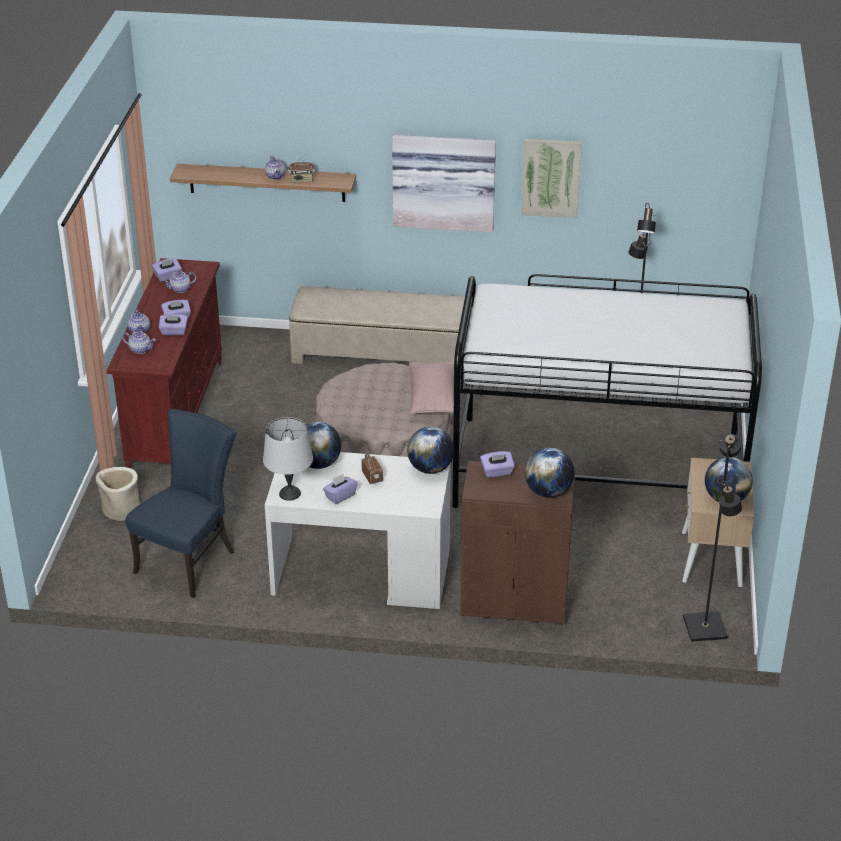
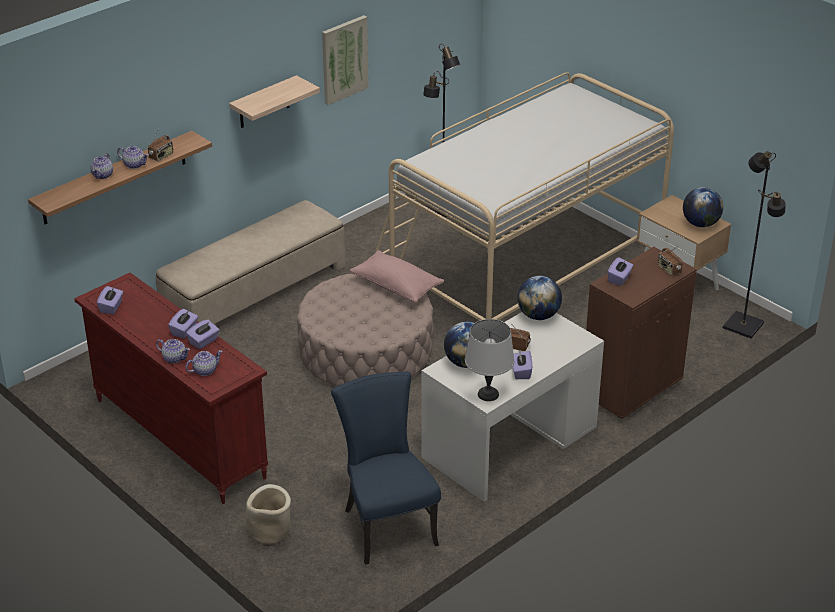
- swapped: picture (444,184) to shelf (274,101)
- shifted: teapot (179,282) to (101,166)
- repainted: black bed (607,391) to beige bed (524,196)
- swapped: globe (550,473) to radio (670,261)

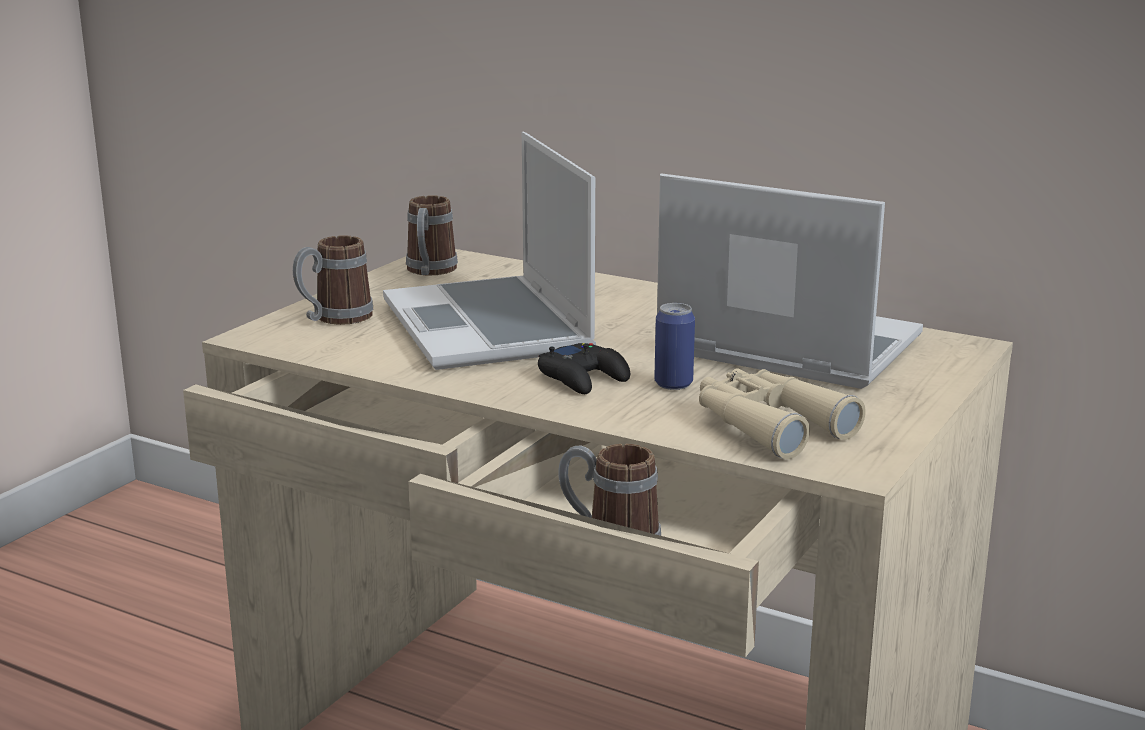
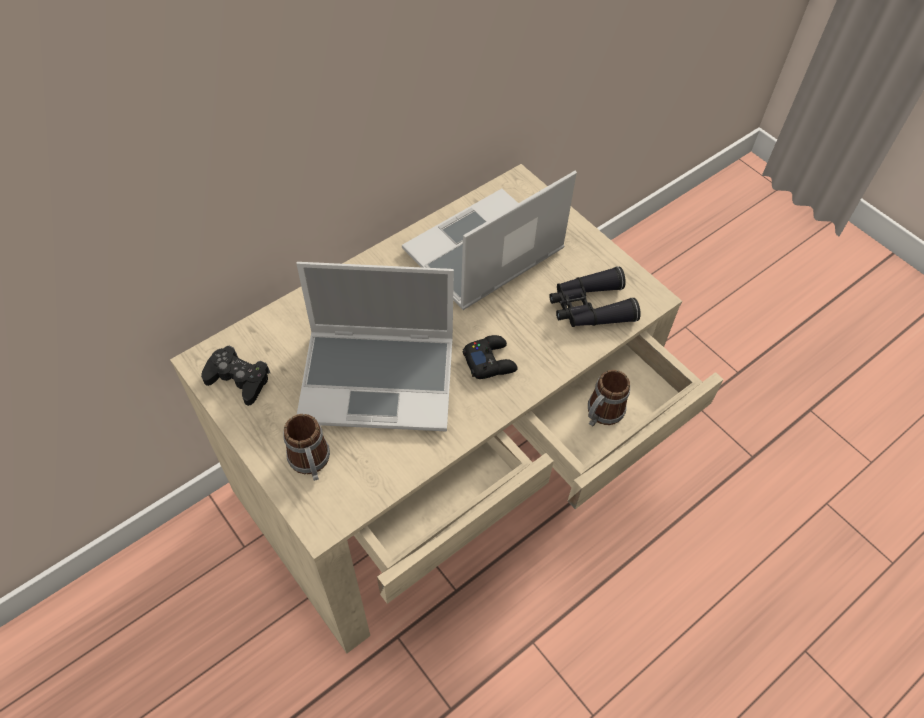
- swapped: mug (432,235) to black game controller (235,376)
- gone: can (674,346)
- repainted: beige binoculars (782,413) to black binoculars (595,297)

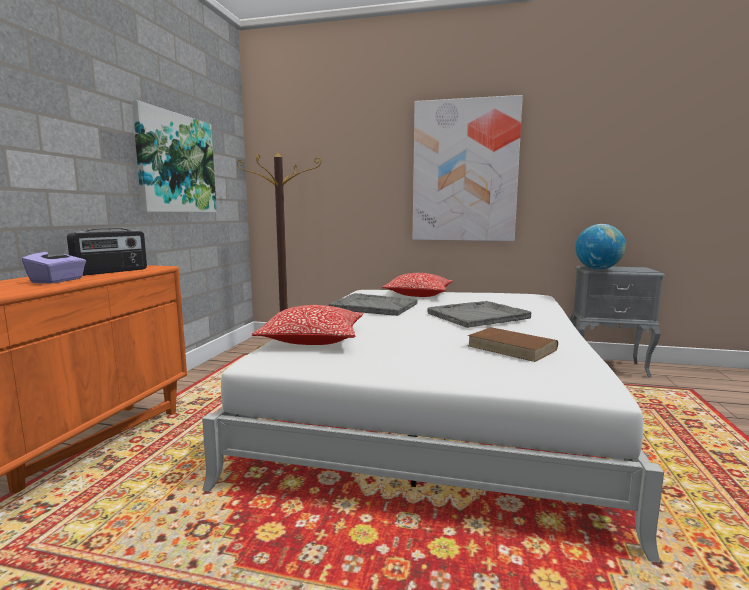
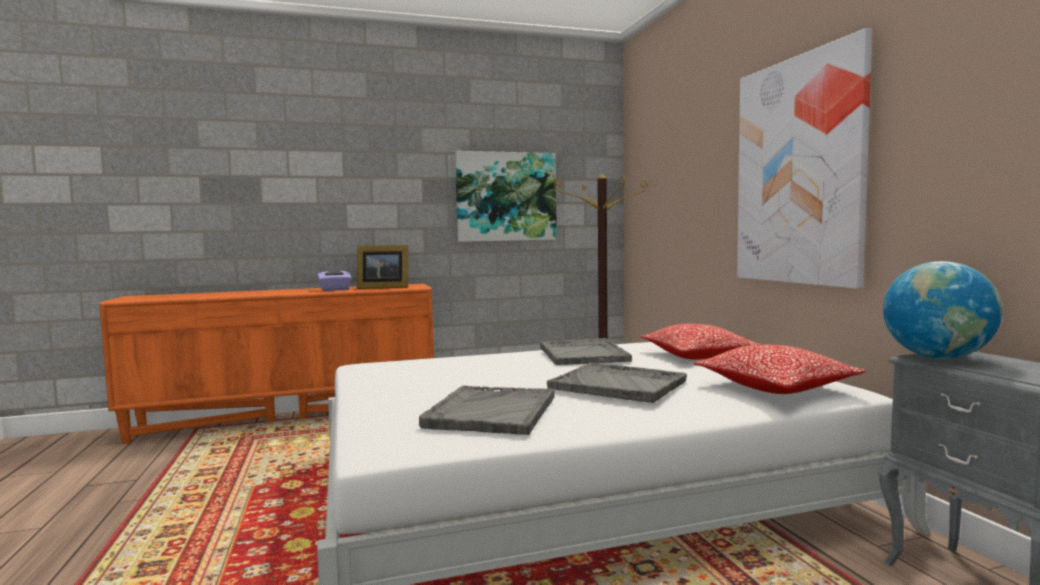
- swapped: radio (107,252) to picture frame (383,267)
- shifted: pillow (307,325) to (780,369)
- swapped: brown book (513,344) to grey tray (487,410)

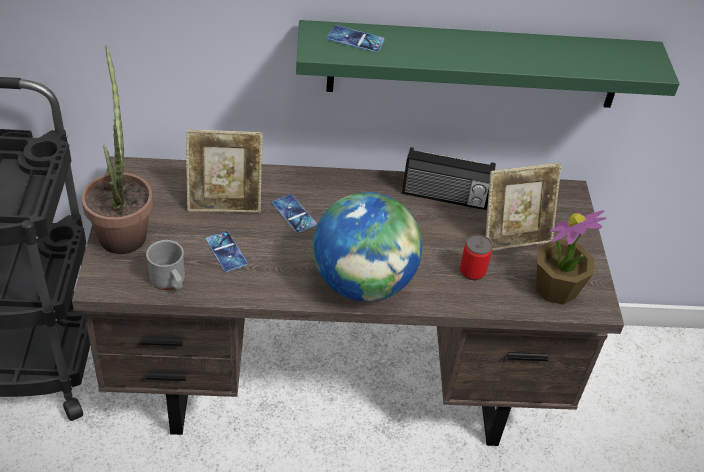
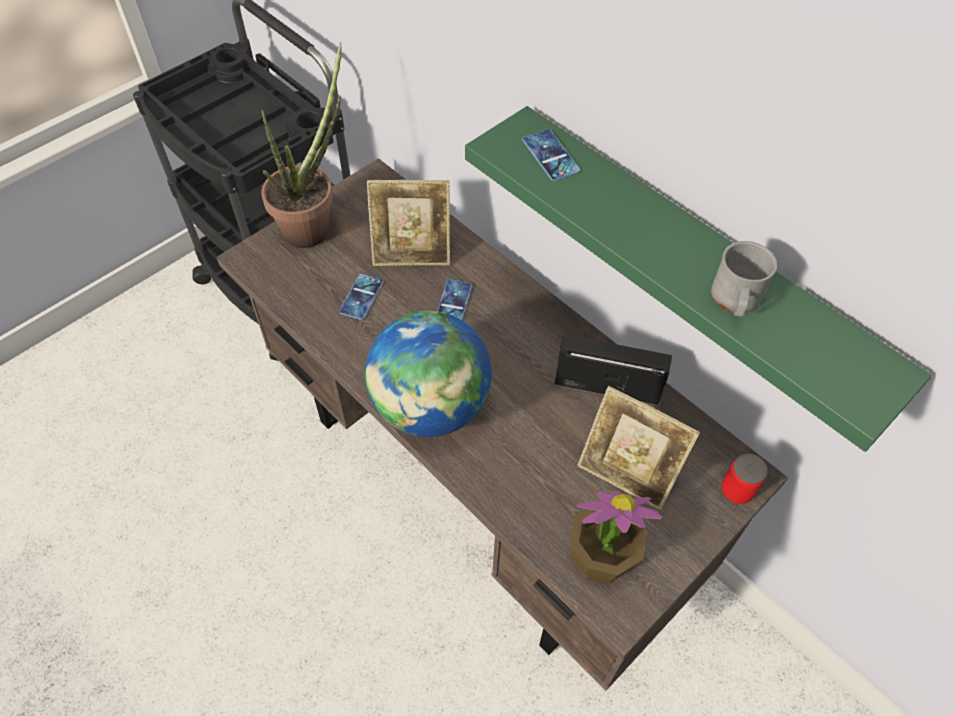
- rotated: picture frame (224,171) = (408,223) 45 degrees counterclockwise
- rotated: radio (449,178) = (613,369) 135 degrees clockwise
- shifted: can (476,257) to (744,479)
- shifted: grey mug (165,265) to (744,279)

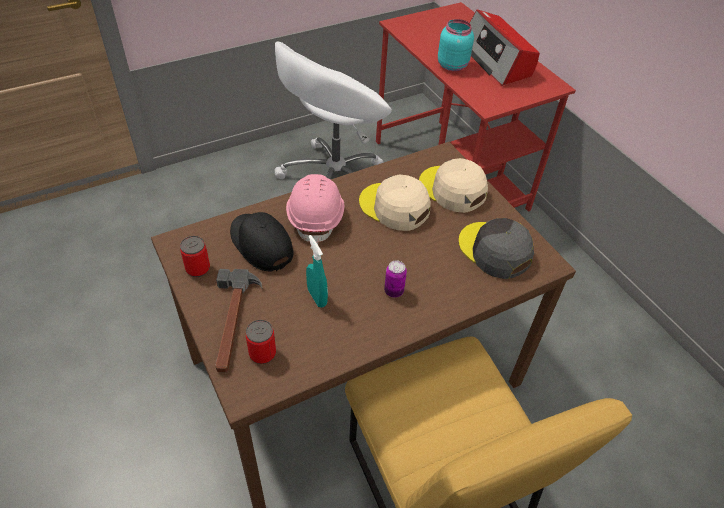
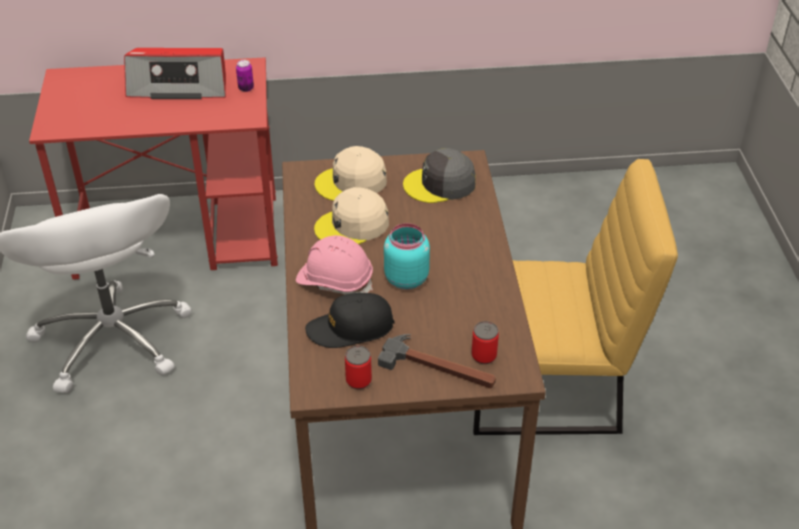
- shifted: turquoise jar (456,45) to (407,256)
- gone: turquoise spray bottle (317,271)
- shifted: can (395,279) to (245,76)

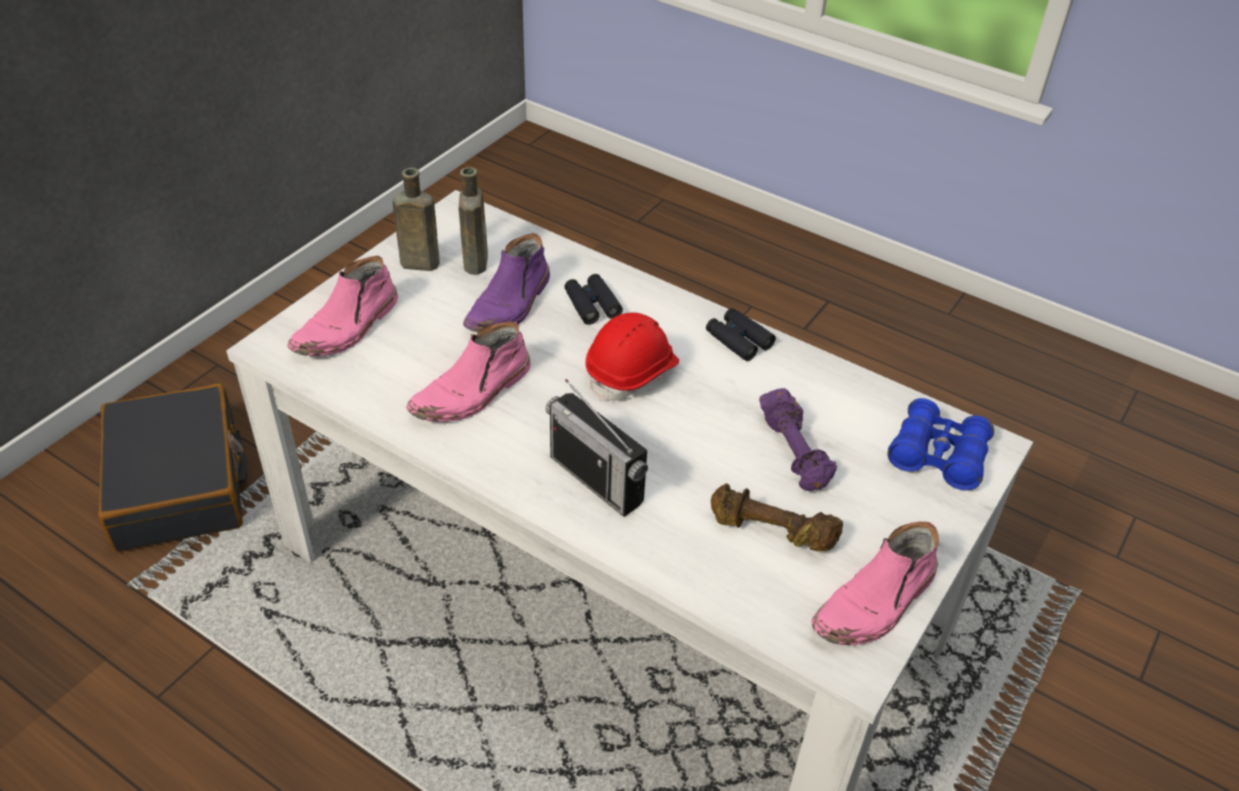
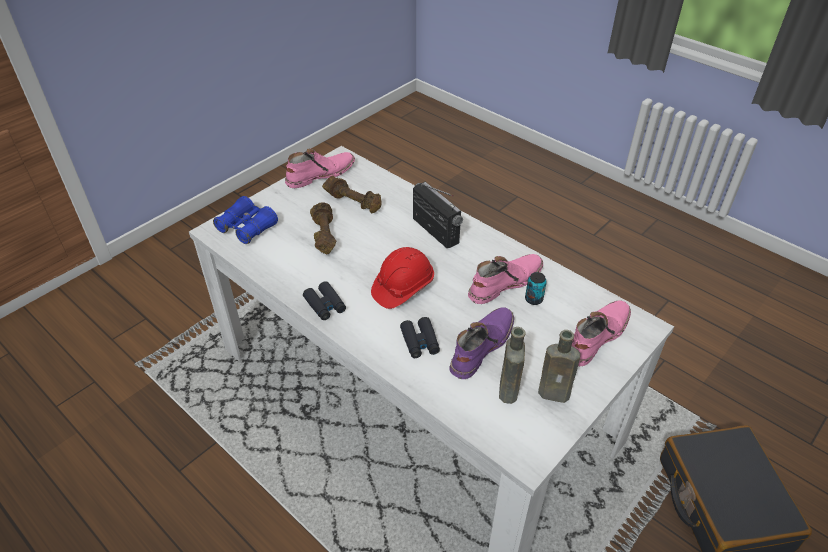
- repainted: purple dumbbell (798,440) to brown dumbbell (323,228)
- new: can (536,288)

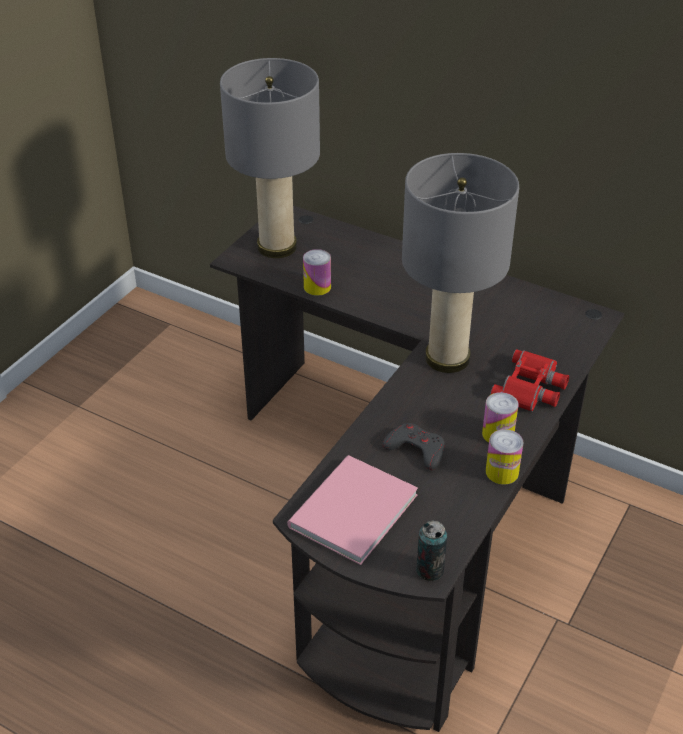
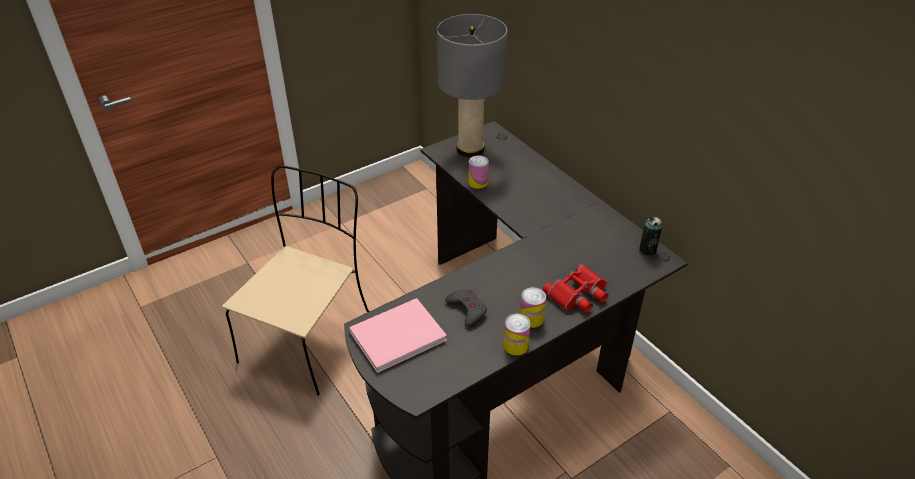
- gone: grey table lamp (460,263)
- shifted: can (431,551) to (650,236)
- new: beige chair (295,280)

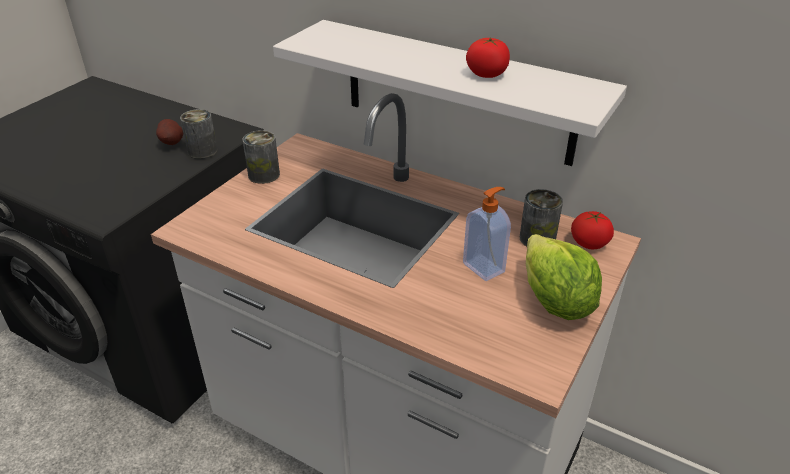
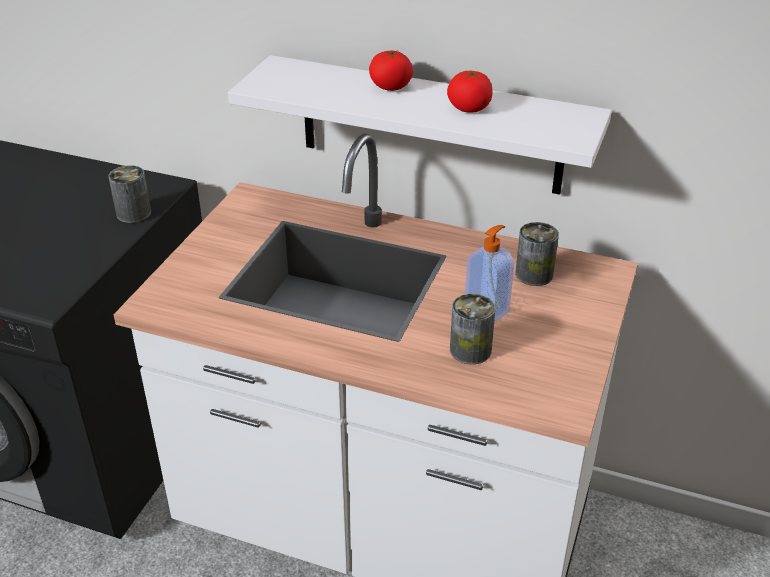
- gone: potato (169,132)
- shifted: can (261,157) to (472,329)
- shifted: tomato (592,230) to (391,70)
- gone: lettuce (564,277)

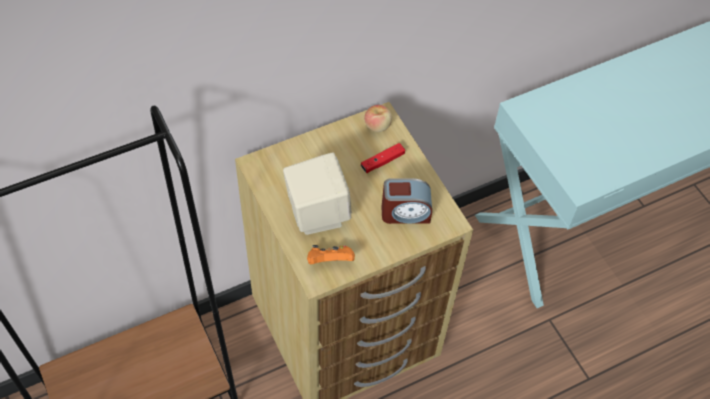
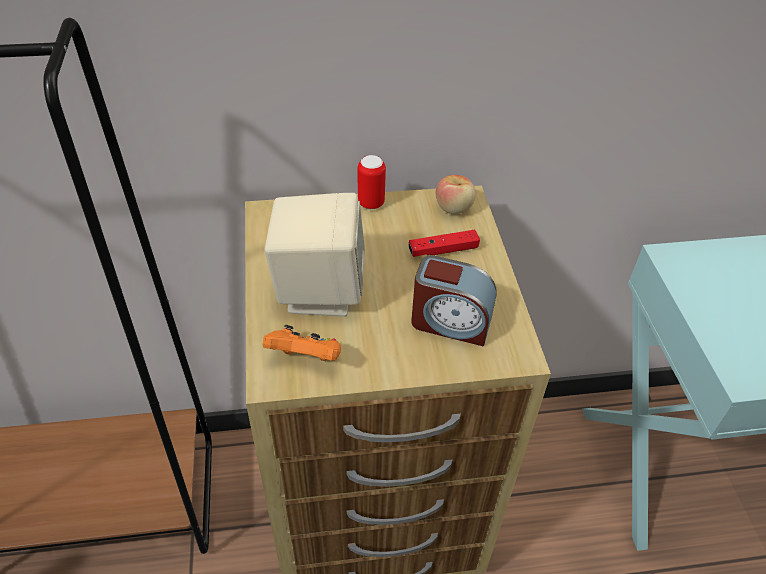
- new: can (372,182)

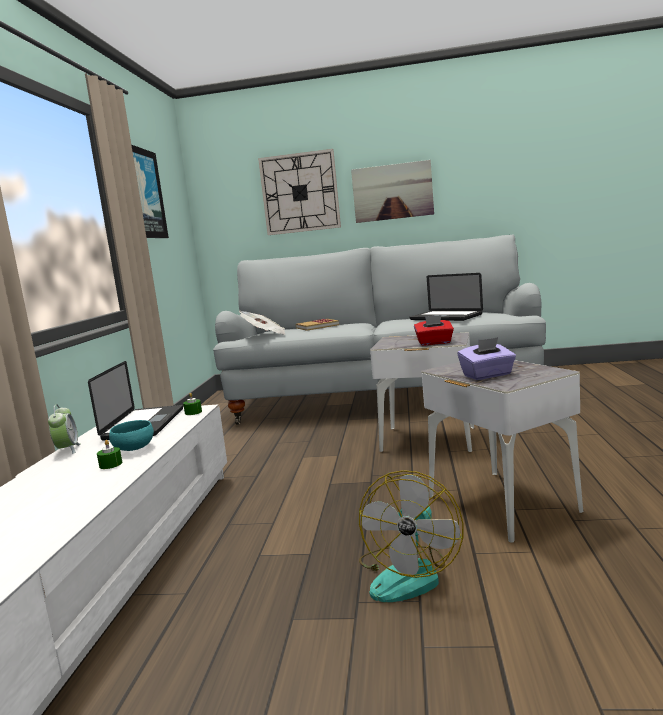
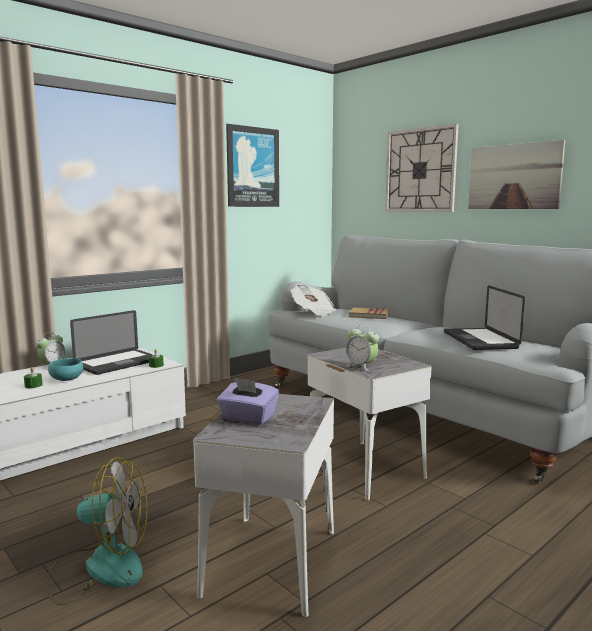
- swapped: red tissue box (434,330) to alarm clock (362,348)
- rotated: fan (411,536) = (96,531) 150 degrees counterclockwise

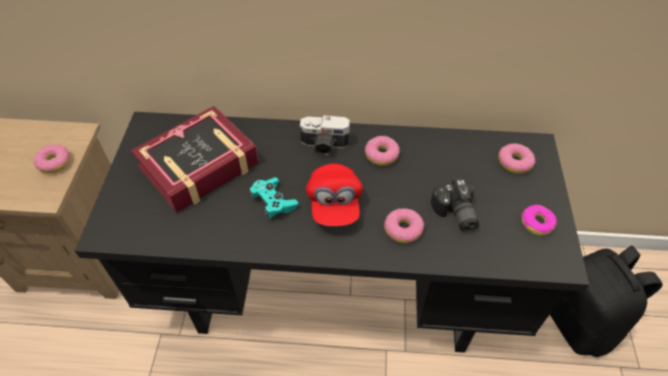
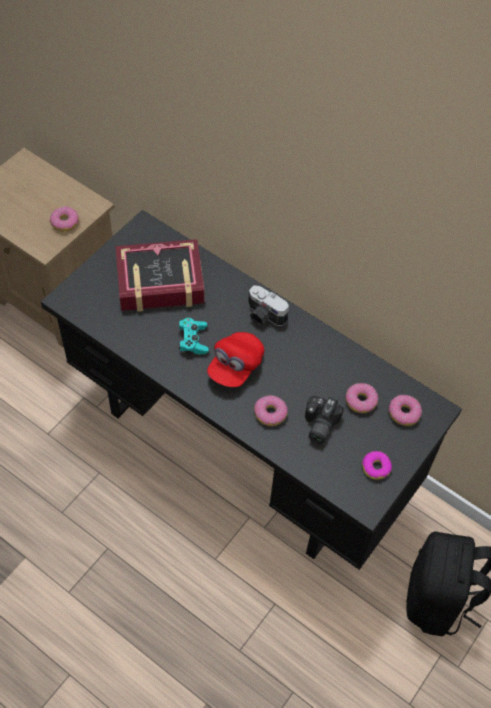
- shifted: donut (382,151) to (362,398)

